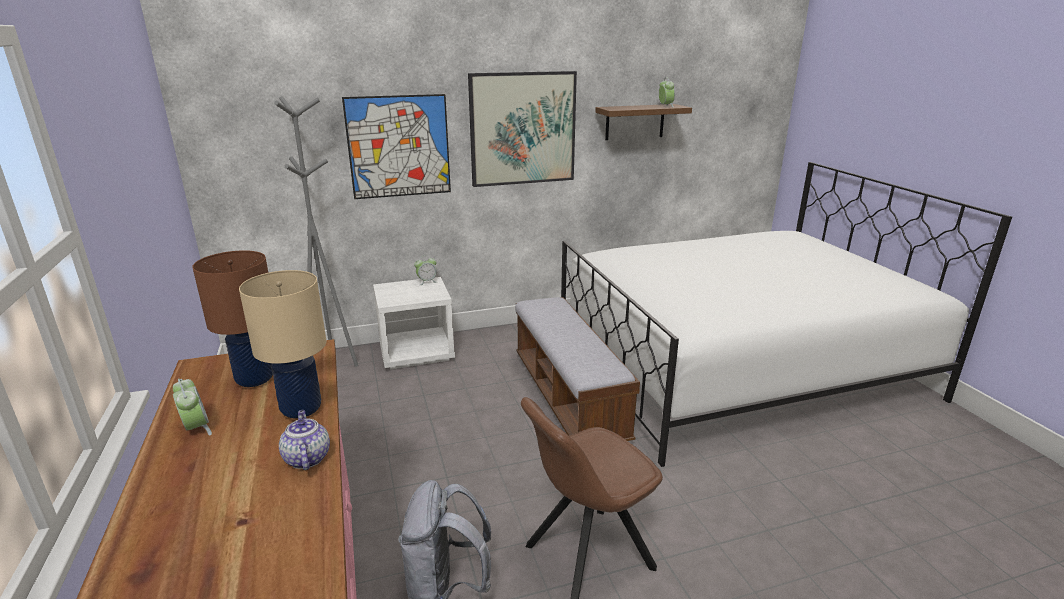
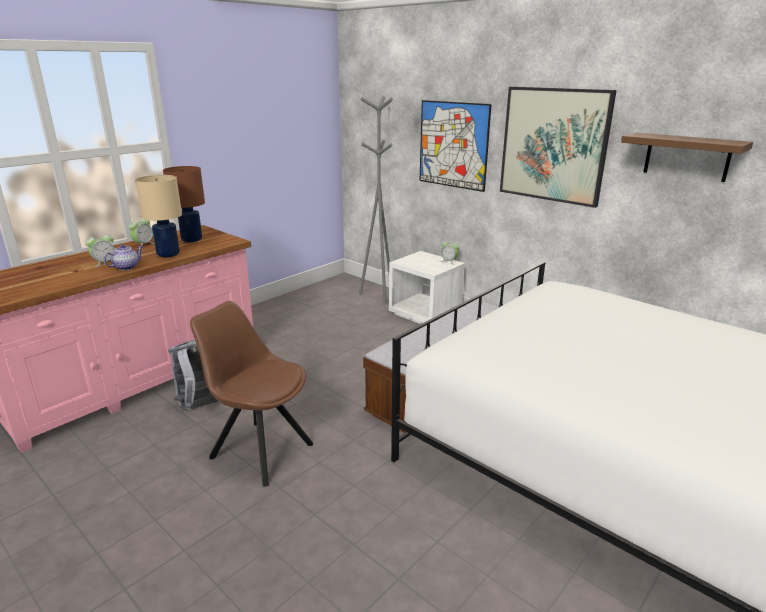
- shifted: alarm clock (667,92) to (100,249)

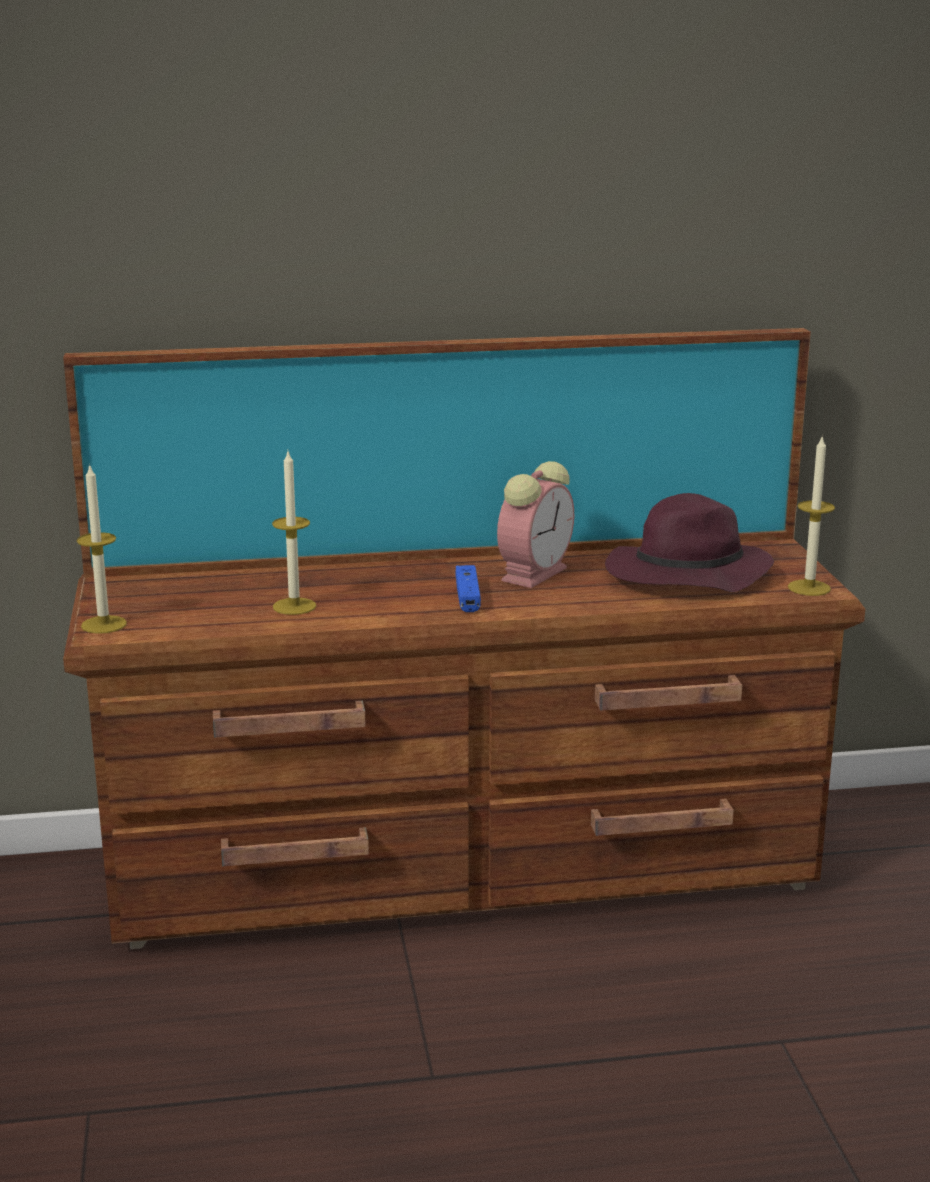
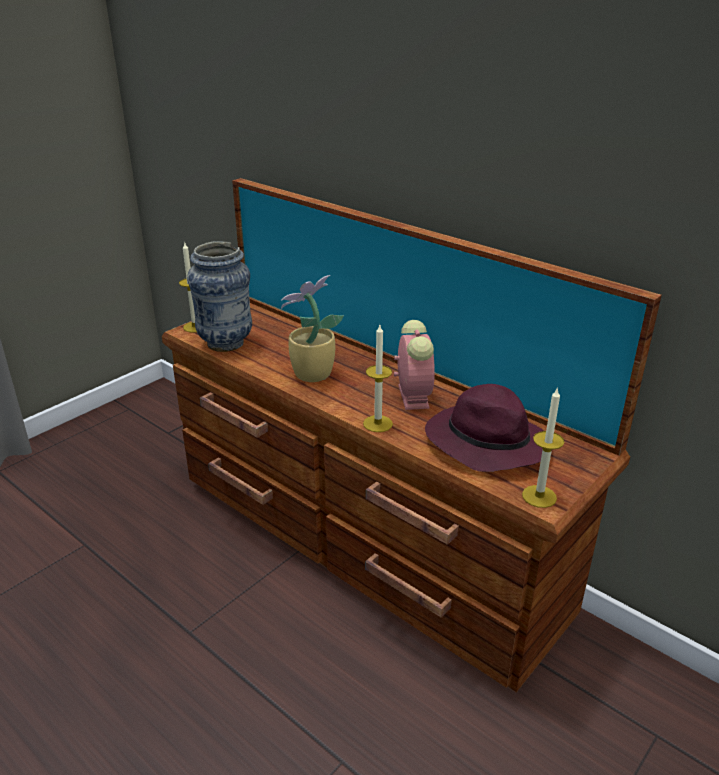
- shifted: candle (294,533) to (378,378)
- rotated: alarm clock (535,524) = (414,365) 90 degrees counterclockwise
- gone: blue game controller (468,588)
- new: vase (219,296)
- new: potted plant (312,328)

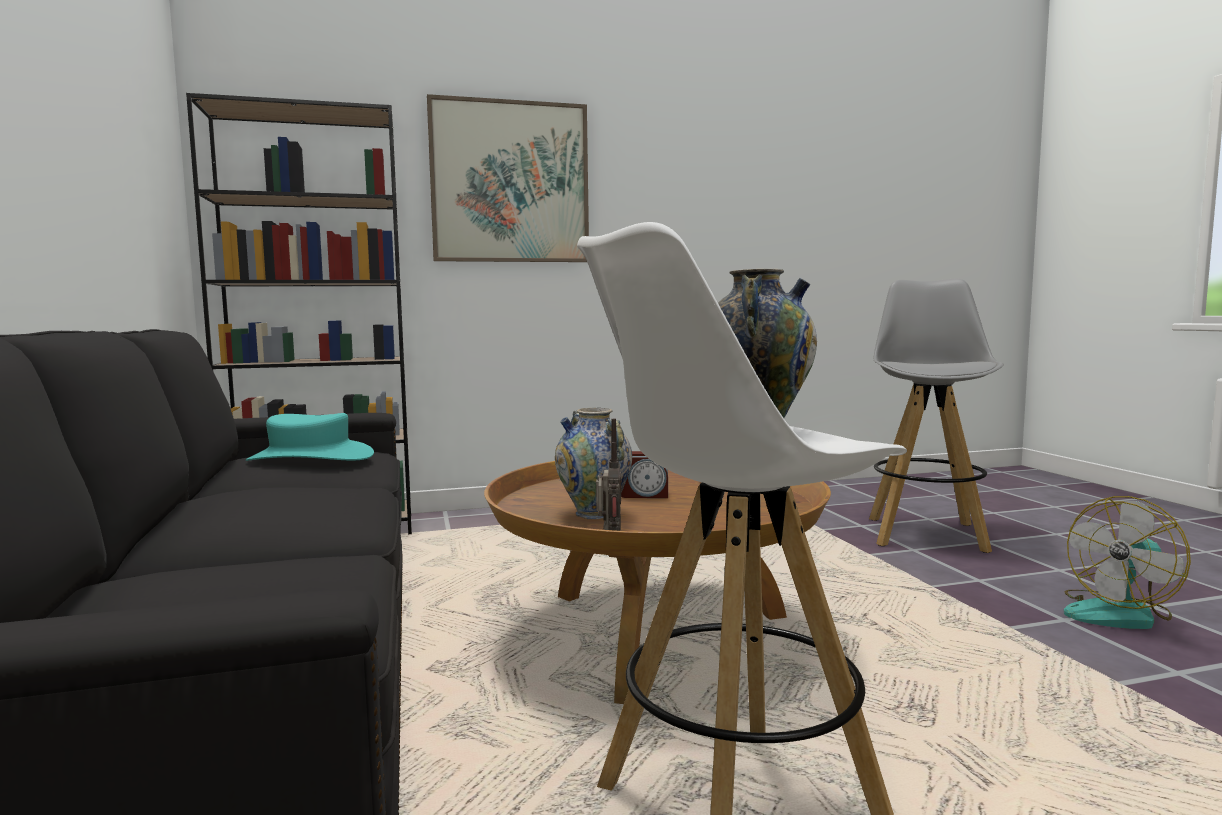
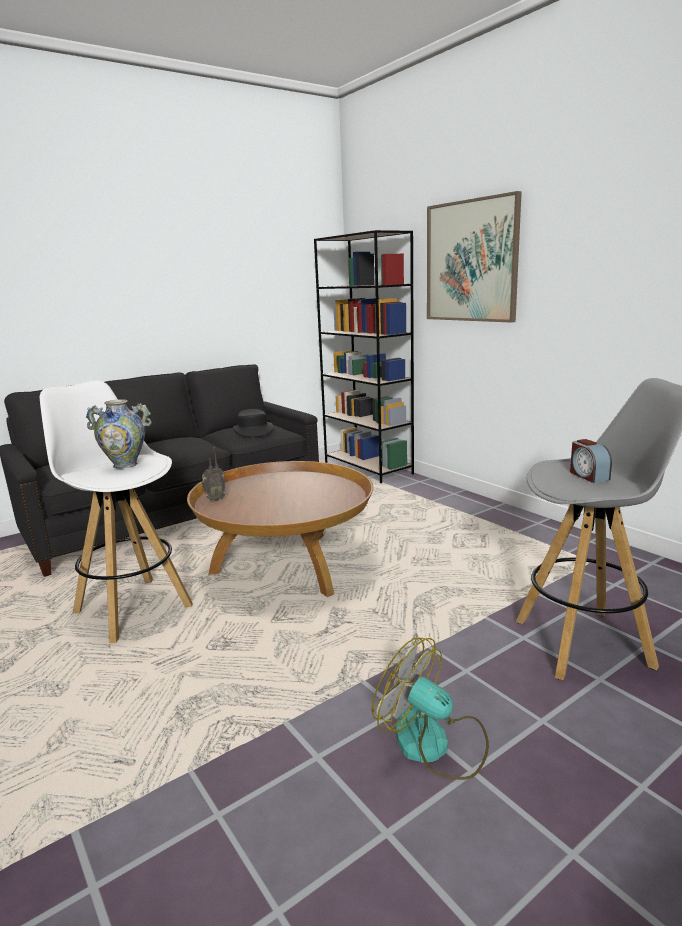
- gone: vase (593,463)
- repainted: turquoise hat (310,437) to black hat (253,423)
- shifted: alarm clock (644,474) to (591,461)

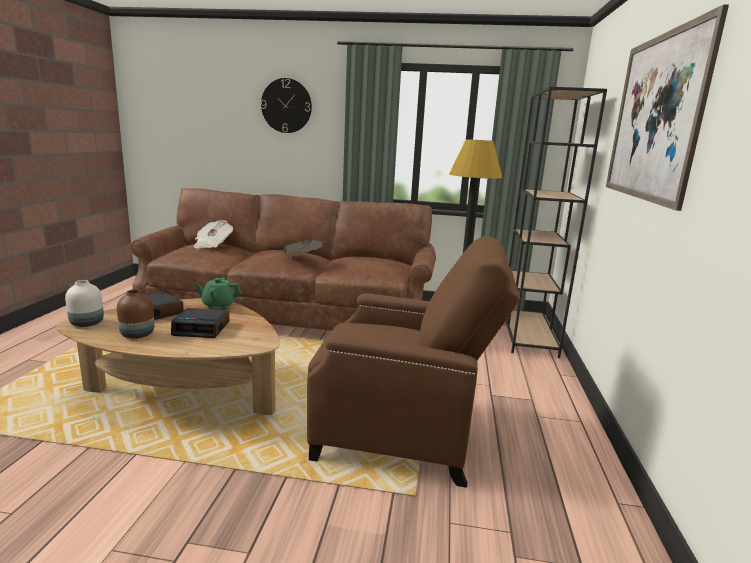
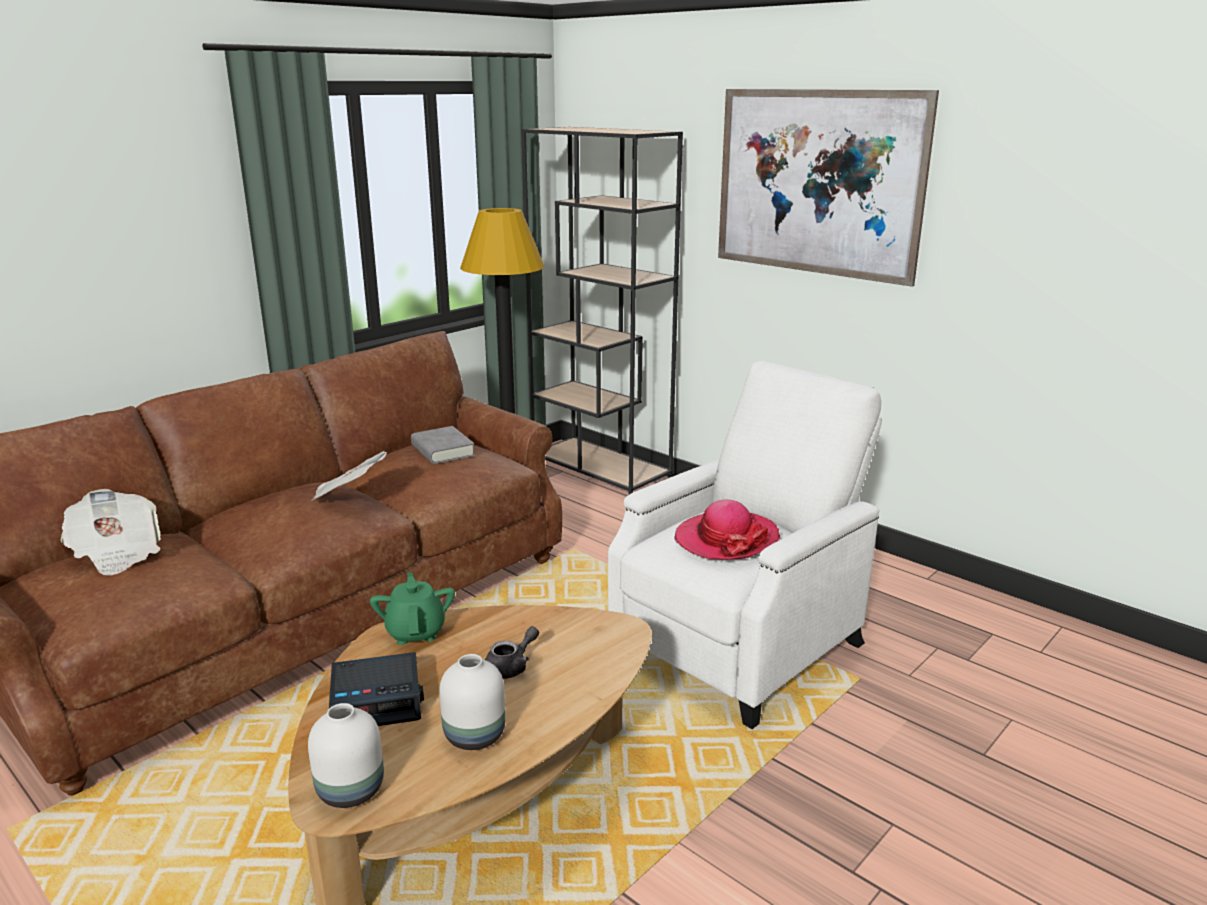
- gone: wall clock (286,105)
- repainted: brown armchair (413,362) to white armchair (745,544)
- rotated: green teapot (217,293) = (412,608) 135 degrees clockwise
- repainted: brown vase (135,314) to white vase (472,702)
- swapped: alarm clock (200,323) to grey teapot (512,652)
- new: grey book (443,445)
- new: hat (727,530)

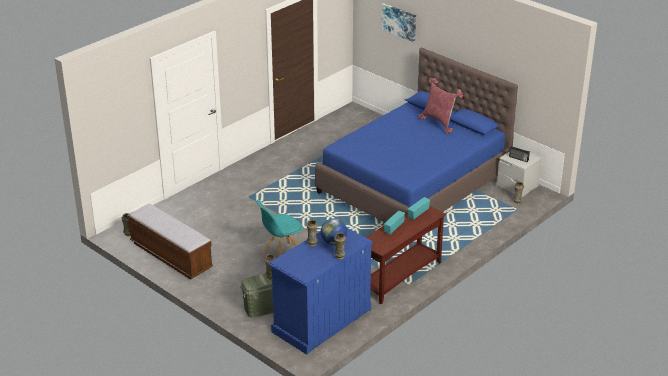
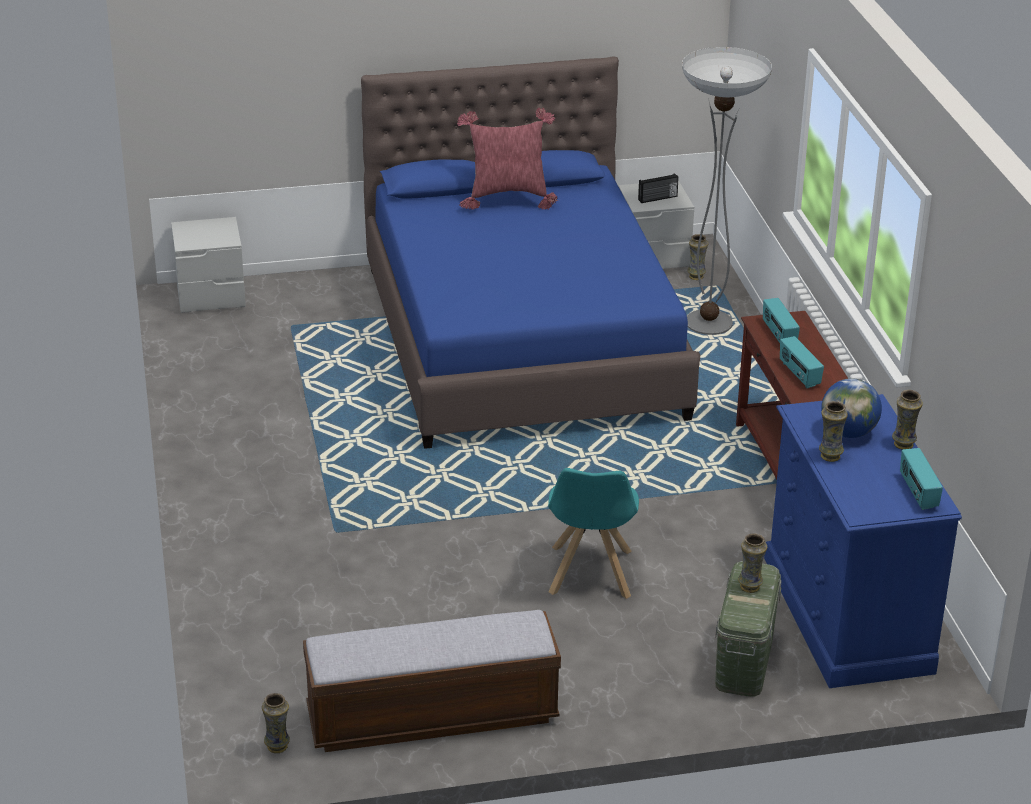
- gone: picture (398,22)
- new: floor lamp (727,191)
- new: white nightstand (208,265)
- new: radio (921,479)

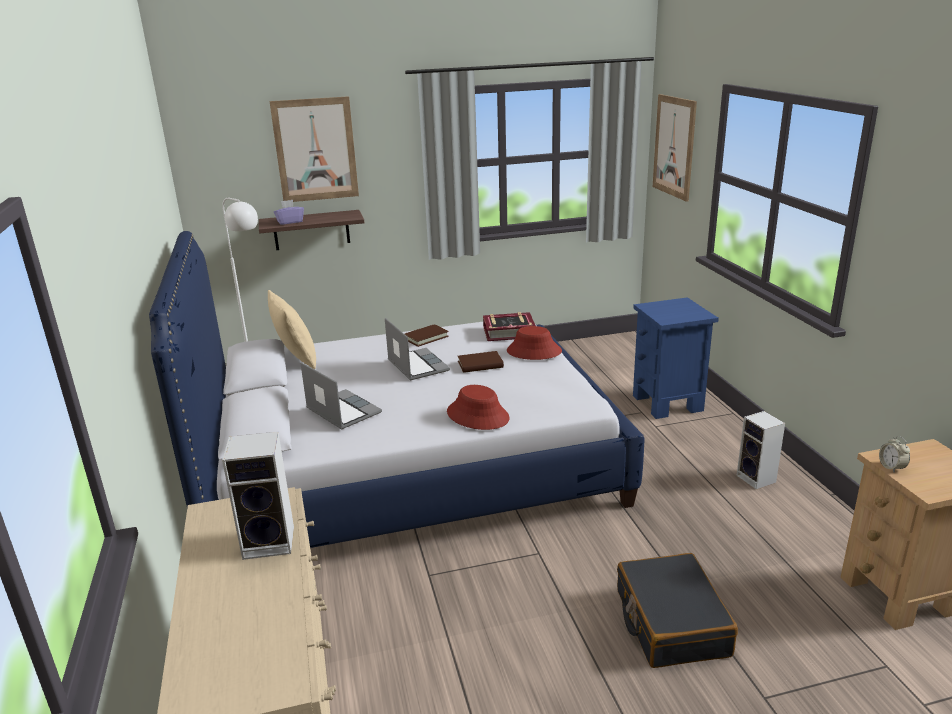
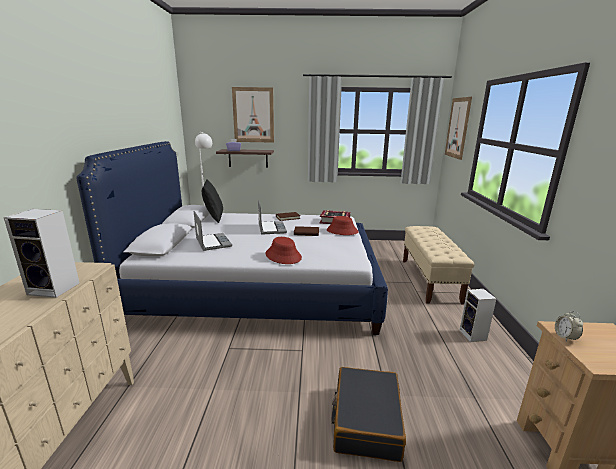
- repainted: beige pillow (292,329) to black pillow (212,201)
- swapped: blue nightstand (676,358) to beige bench (439,265)

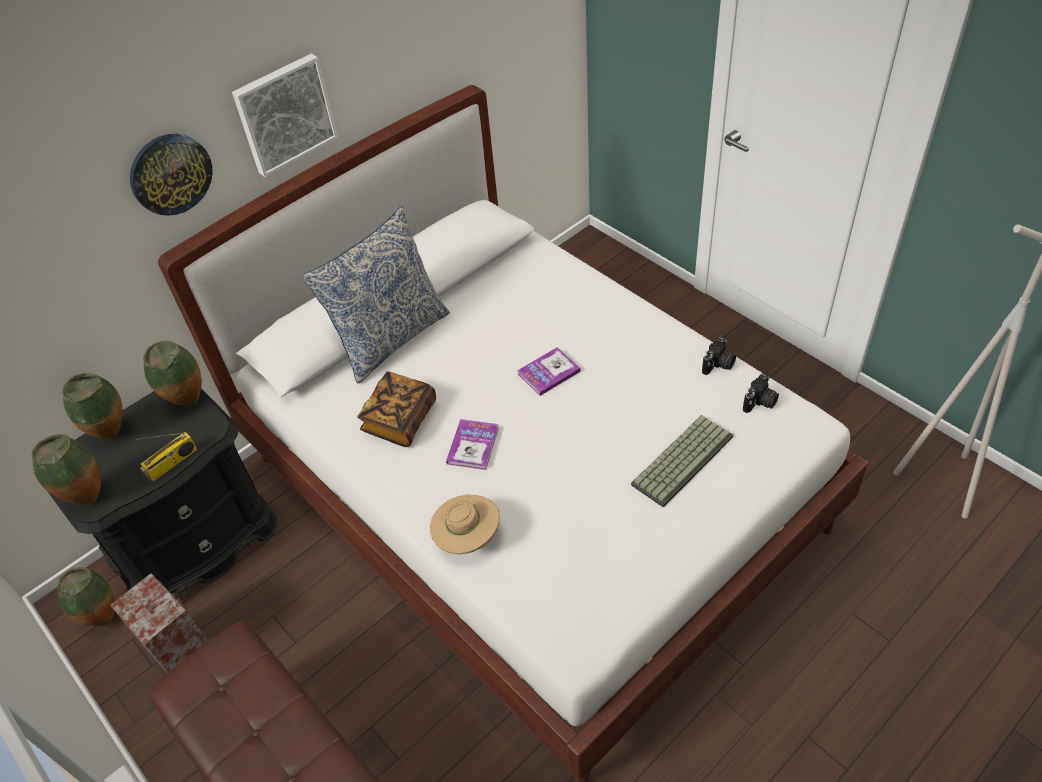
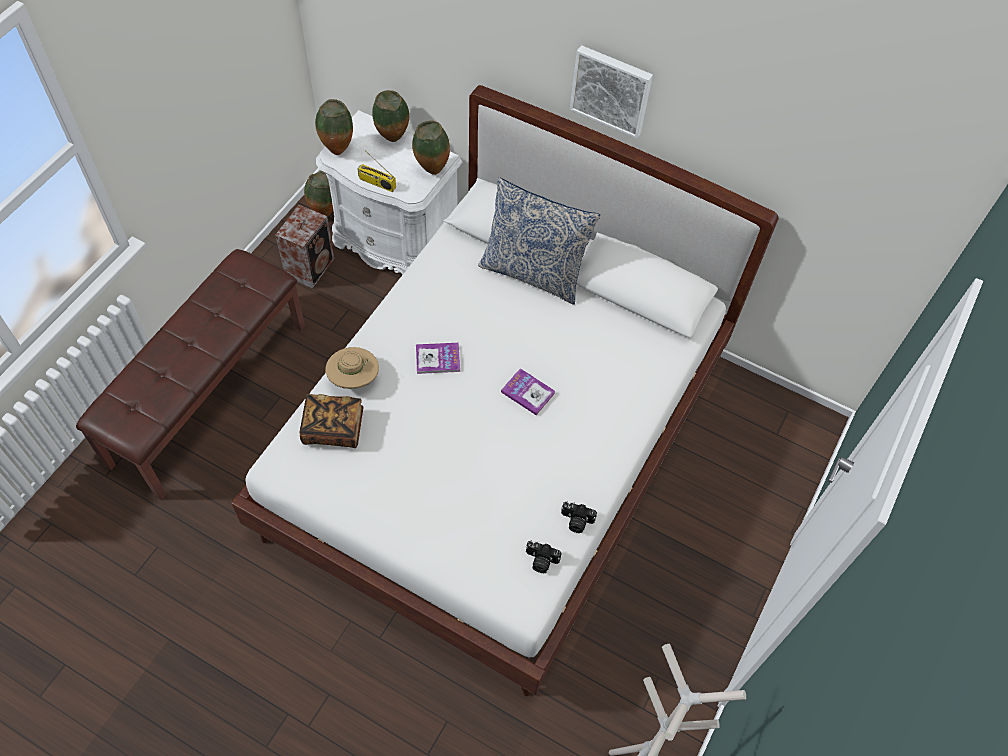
- gone: wall clock (171,175)
- shifted: book (396,409) to (331,421)
- repainted: black nightstand (156,493) to white nightstand (389,192)
- gone: keyboard (682,461)

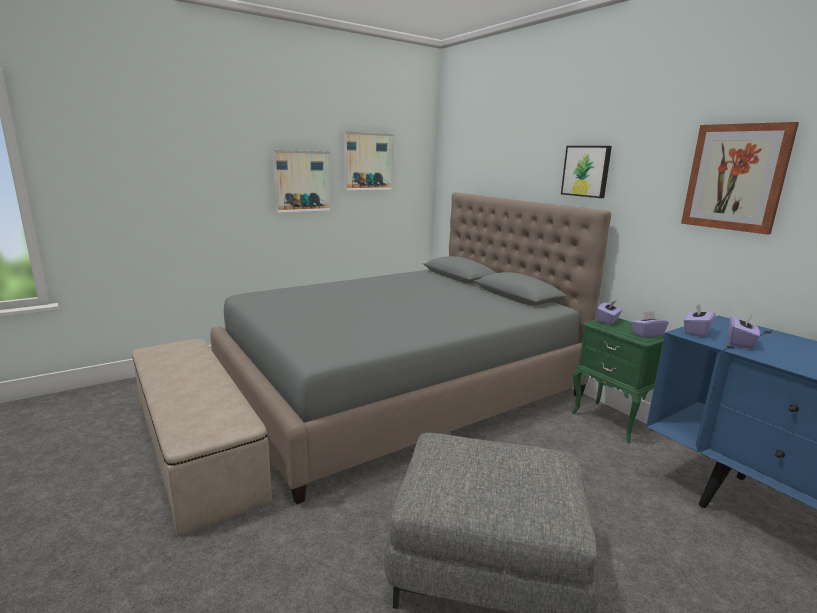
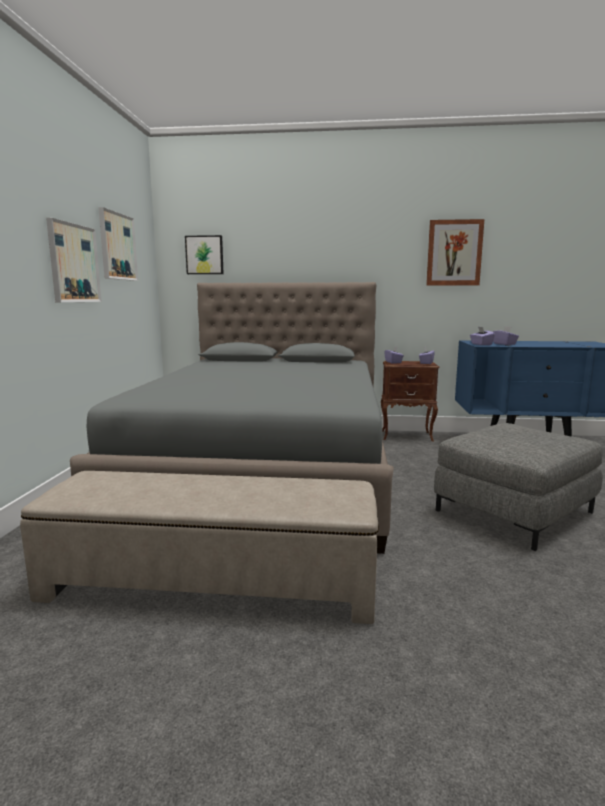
- shifted: picture (586,172) to (204,254)
- repainted: green nightstand (618,380) to brown nightstand (410,401)

